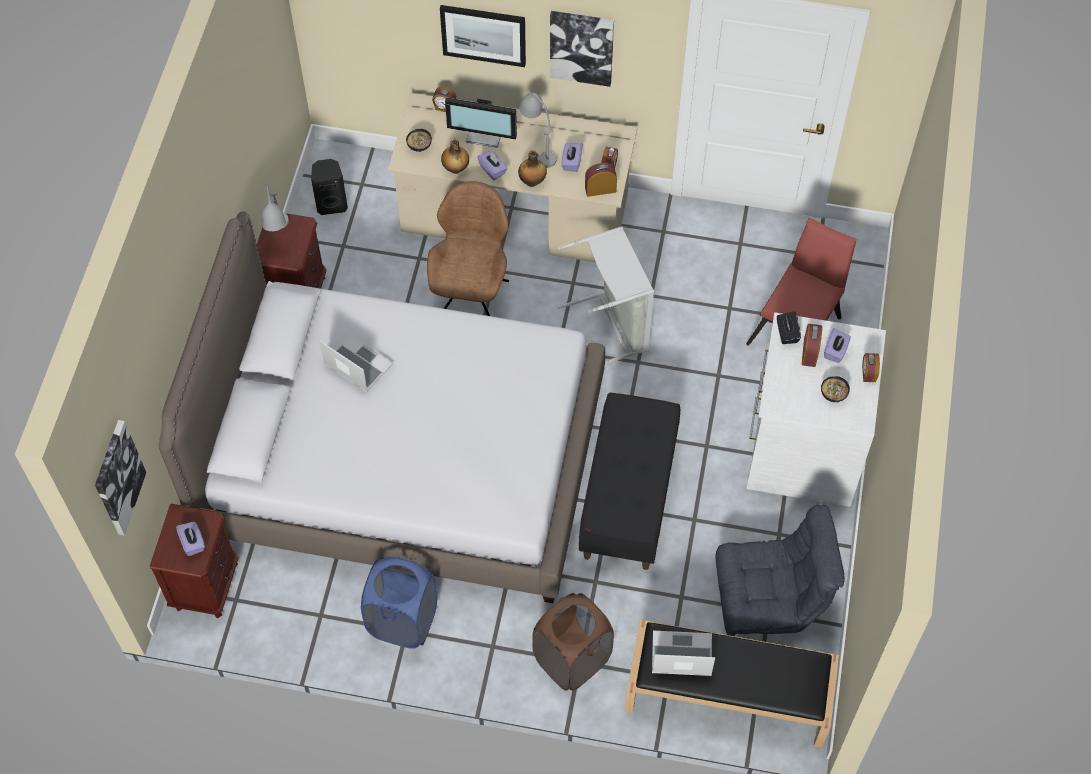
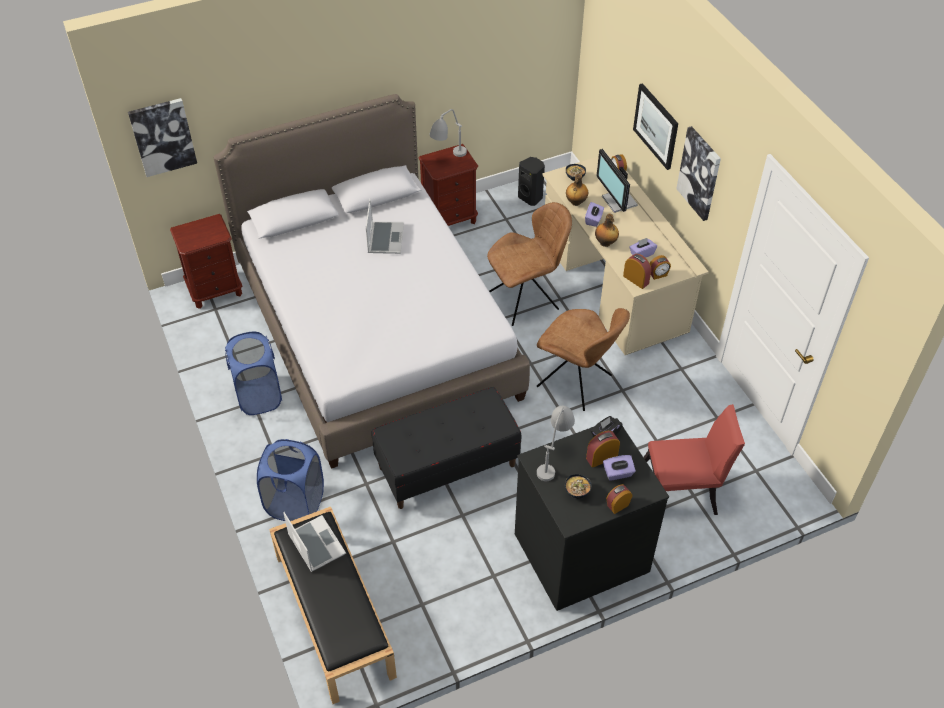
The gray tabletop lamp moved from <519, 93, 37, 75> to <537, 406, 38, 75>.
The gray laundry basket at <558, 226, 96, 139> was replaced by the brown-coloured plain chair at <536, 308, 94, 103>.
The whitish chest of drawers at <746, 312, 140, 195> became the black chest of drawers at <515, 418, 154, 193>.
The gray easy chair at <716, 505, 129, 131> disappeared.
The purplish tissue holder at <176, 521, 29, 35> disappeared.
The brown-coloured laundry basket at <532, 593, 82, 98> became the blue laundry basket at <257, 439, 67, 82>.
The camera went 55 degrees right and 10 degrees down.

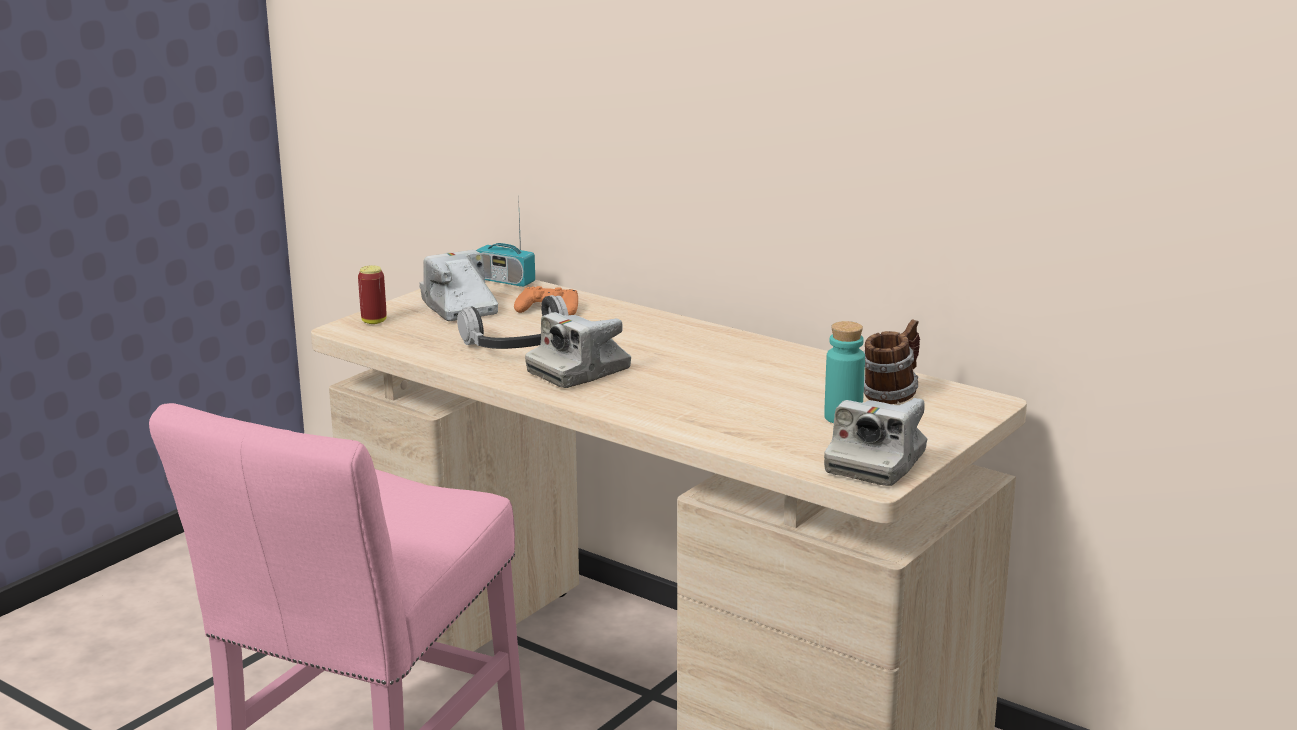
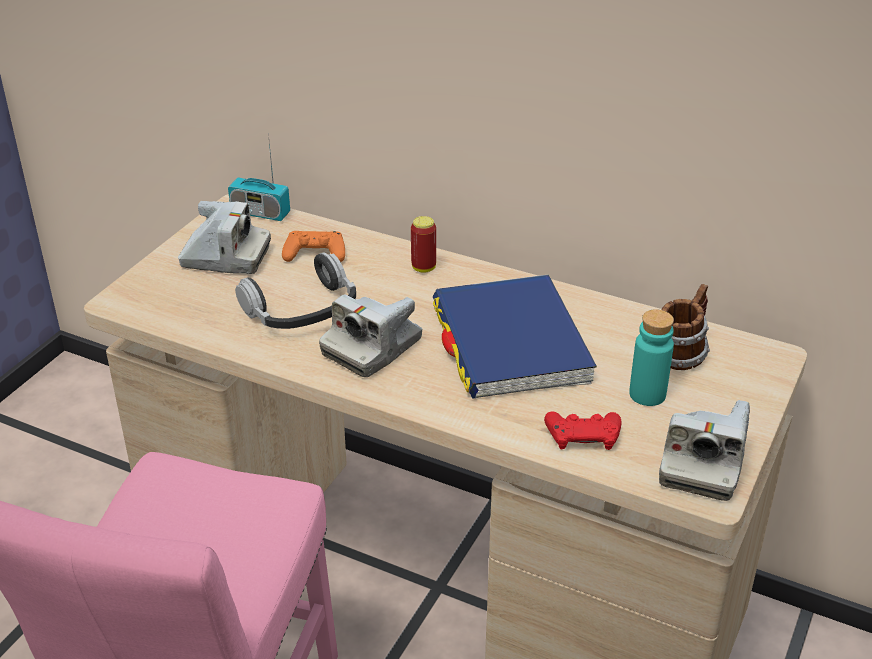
The still camera at <419, 250, 79, 71> turned 135 degrees clockwise.
The can moved from <358, 265, 29, 59> to <411, 216, 25, 56>.
The blue volume at <433, 275, 164, 123> appeared.
The red-coloured gamepad at <544, 411, 78, 39> appeared.
The camera went 10 degrees left and 15 degrees up.

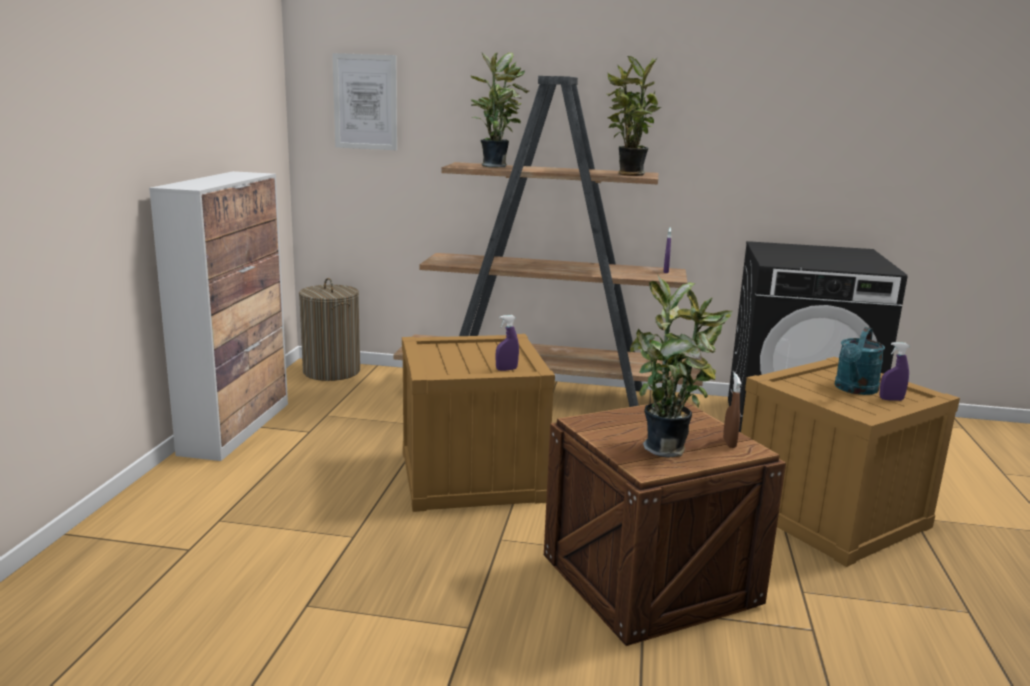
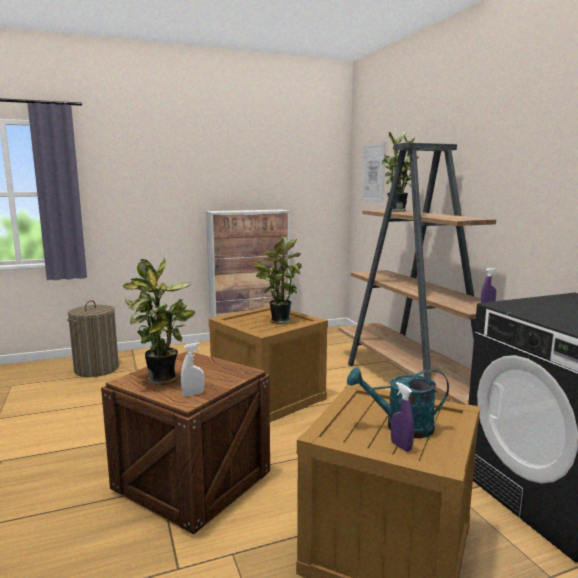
The potted plant moved from <607, 56, 54, 120> to <255, 237, 47, 87>.
The laundry basket moved from <299, 278, 61, 103> to <67, 300, 52, 77>.
The purplish sprayer at <495, 315, 24, 56> disappeared.
The brown-coloured sprayer at <723, 373, 18, 75> became the whitish sprayer at <181, 342, 23, 55>.
The camera went 60 degrees right and 5 degrees down.

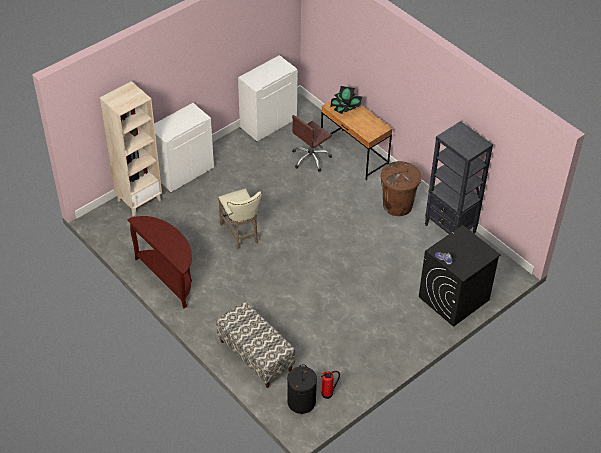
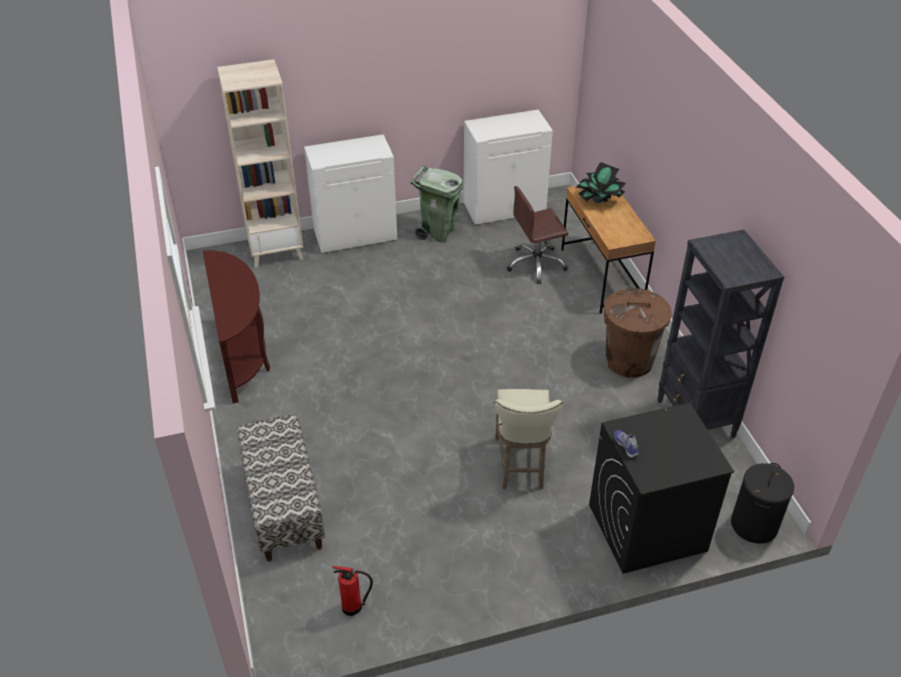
The sand-coloured sitting stool moved from <218, 189, 44, 61> to <494, 389, 69, 100>.
The black laundry basket moved from <287, 364, 30, 50> to <731, 463, 63, 81>.
The green-coloured waste bin at <410, 165, 53, 78> appeared.
The camera went 25 degrees right and 5 degrees down.

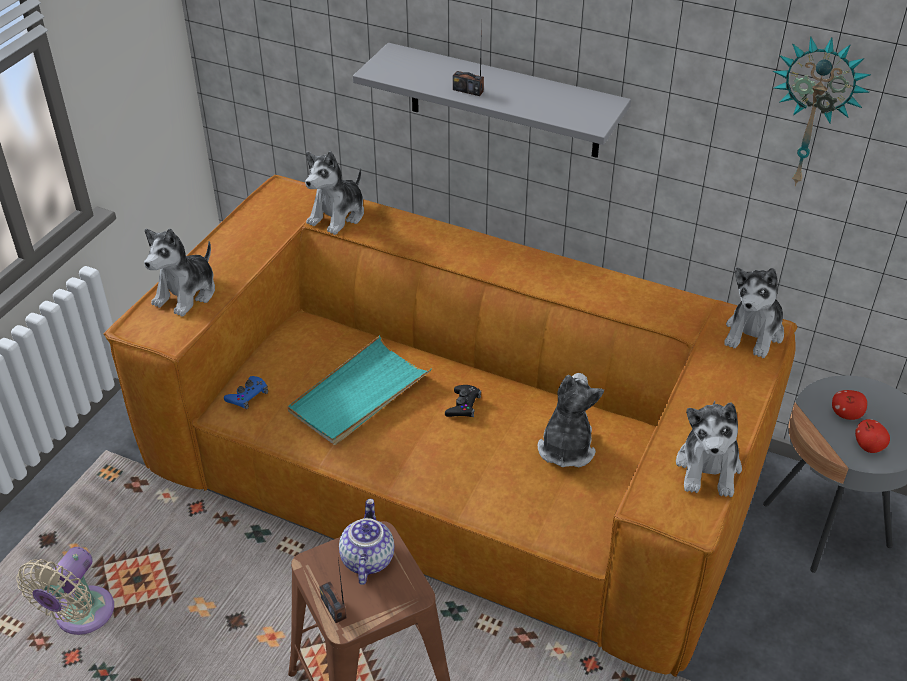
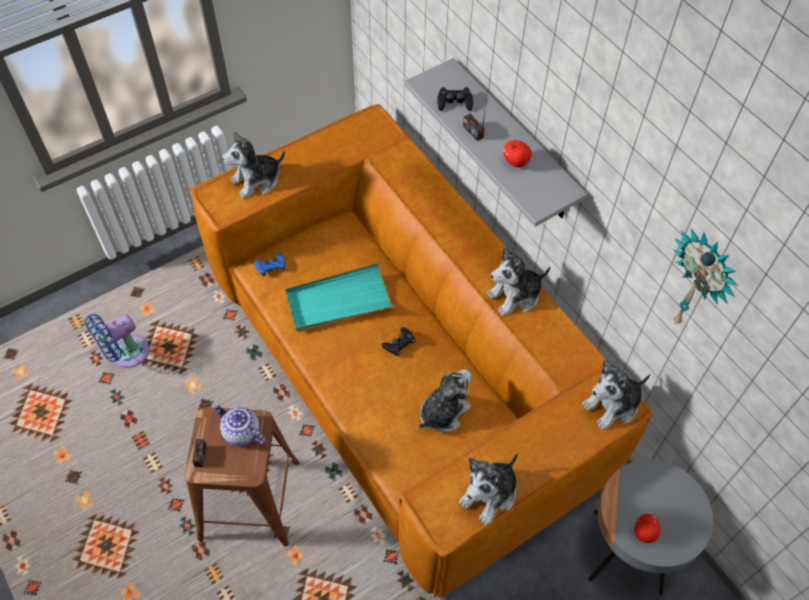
The plush toy moved from <305, 151, 59, 84> to <487, 246, 63, 70>.
The whole apple moved from <832, 390, 35, 30> to <503, 140, 29, 27>.
The teapot at <339, 499, 55, 86> turned 90 degrees counterclockwise.
The sand-coloured fan at <16, 547, 98, 88> became the blue fan at <85, 314, 64, 54>.
The black gamepad at <437, 87, 36, 24> appeared.
The camera went 30 degrees right and 15 degrees up.

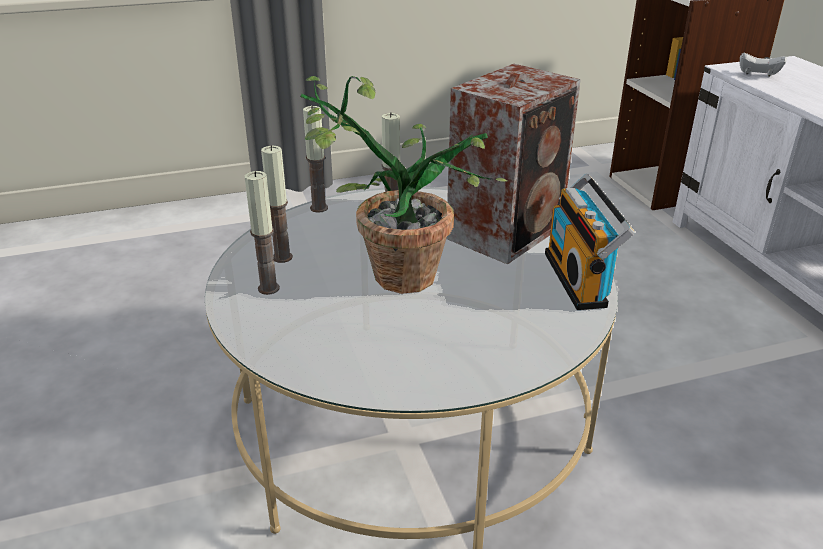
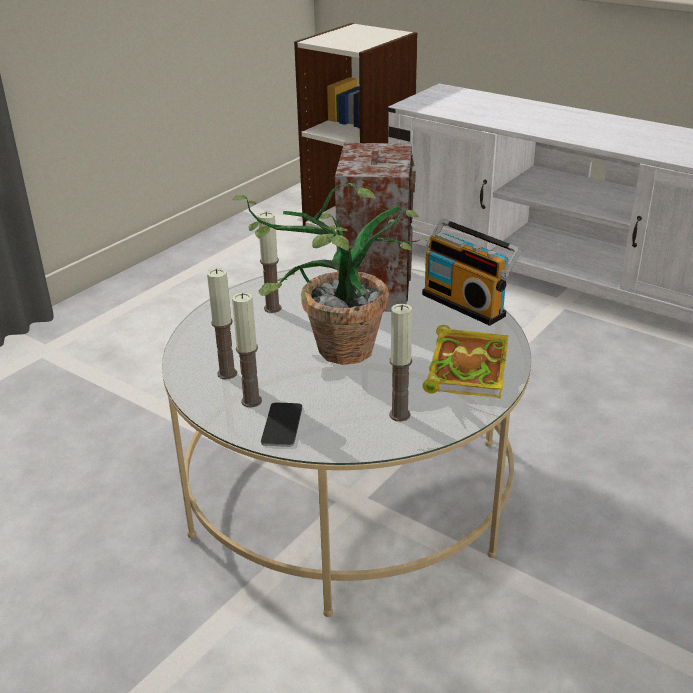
The whitish gamepad at <740, 53, 47, 23> disappeared.
The wax candle moved from <303, 105, 25, 108> to <389, 304, 23, 117>.
The volume at <423, 325, 86, 73> appeared.
The telephone at <261, 402, 42, 45> appeared.
The camera went 35 degrees left and 0 degrees up.

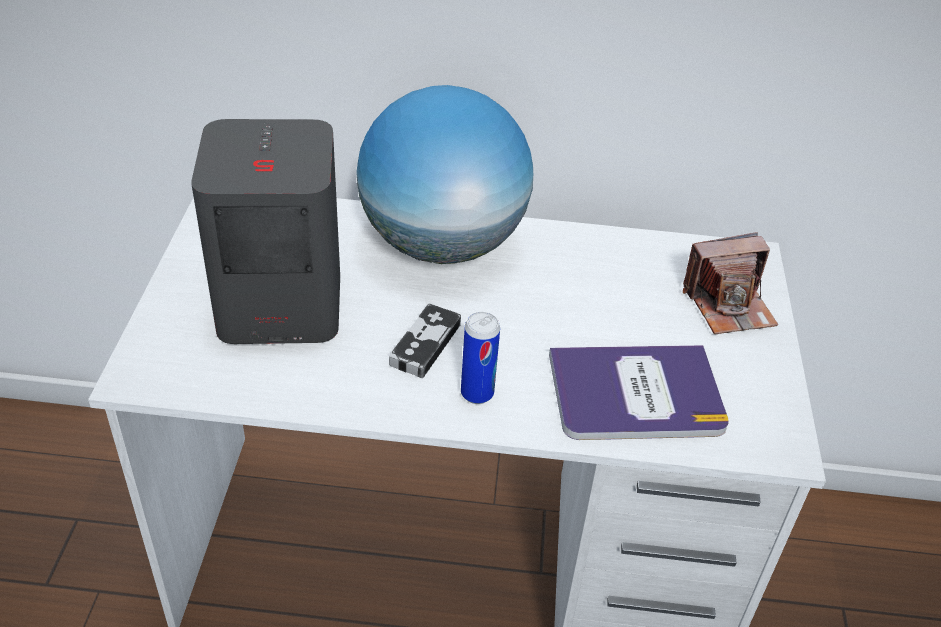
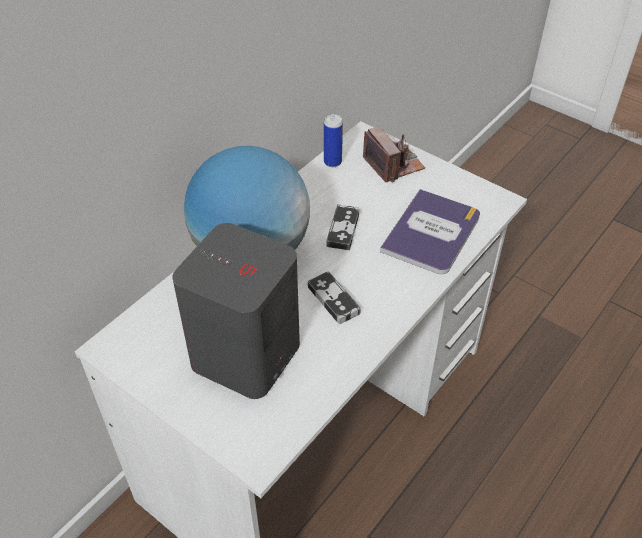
The still camera at <683, 232, 95, 102> turned 45 degrees counterclockwise.
The can moved from <461, 312, 39, 92> to <324, 114, 19, 53>.
The gamepad at <327, 204, 32, 46> appeared.
The camera went 55 degrees left and 5 degrees up.

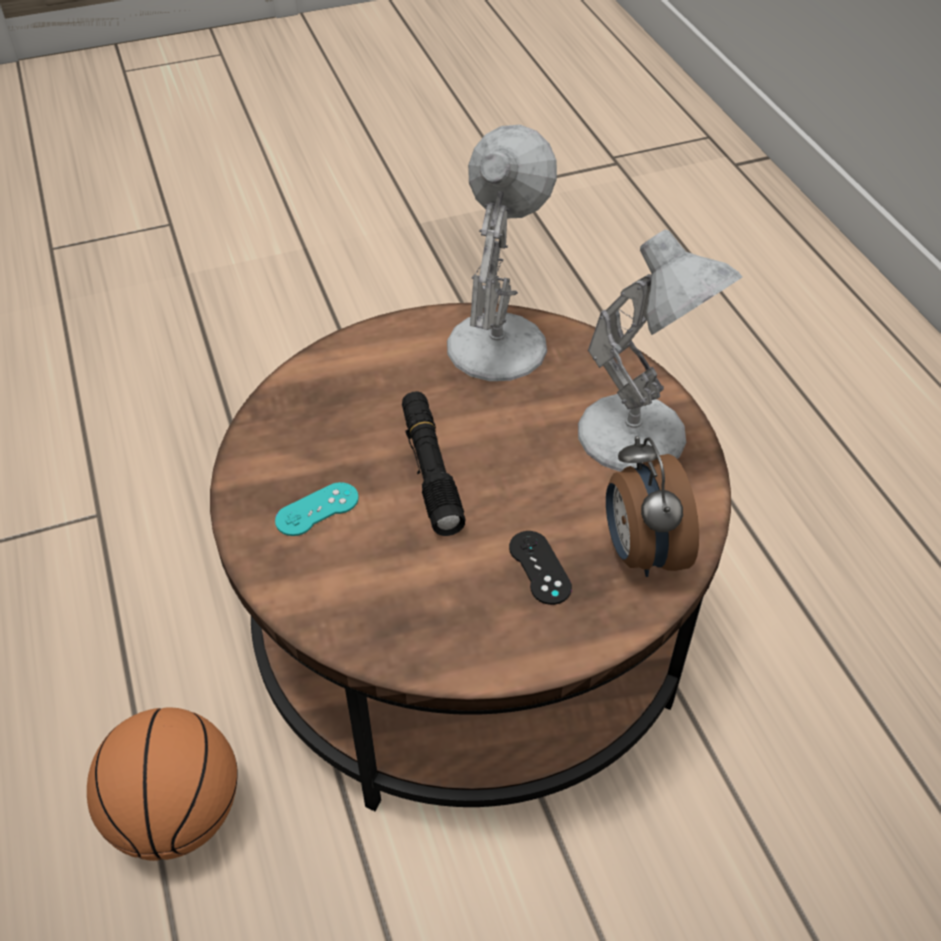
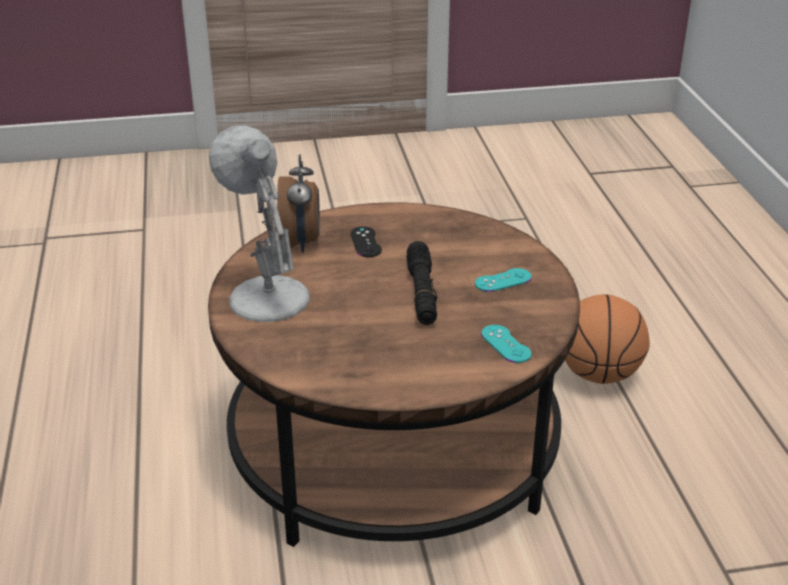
The whitish tabletop lamp at <447, 125, 110, 256> disappeared.
The turquoise-coloured gamepad at <481, 325, 50, 38> appeared.
The camera went 170 degrees left and 15 degrees down.

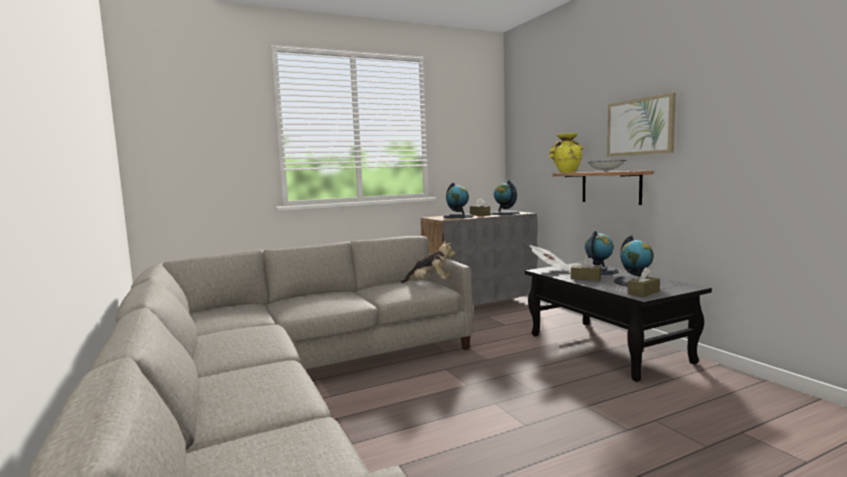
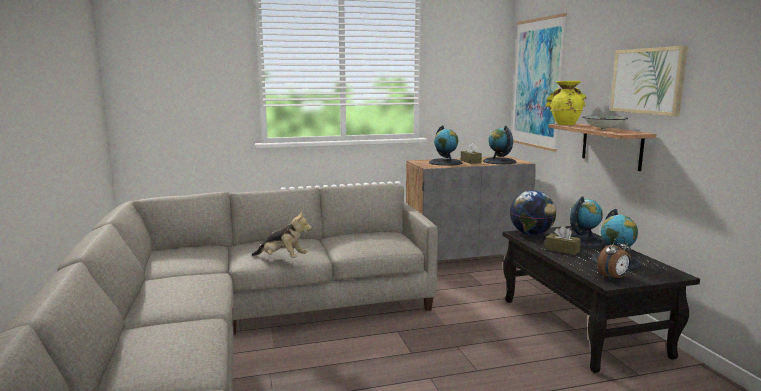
The plush toy moved from <401, 240, 54, 43> to <252, 212, 60, 46>.
The daily paper at <529, 245, 42, 27> was replaced by the desk globe at <510, 190, 46, 45>.
The brown-coloured tissue holder at <628, 267, 32, 30> was replaced by the bedside clock at <597, 236, 34, 44>.
The picture at <512, 13, 55, 139> appeared.
The camera went 10 degrees right and 5 degrees up.

